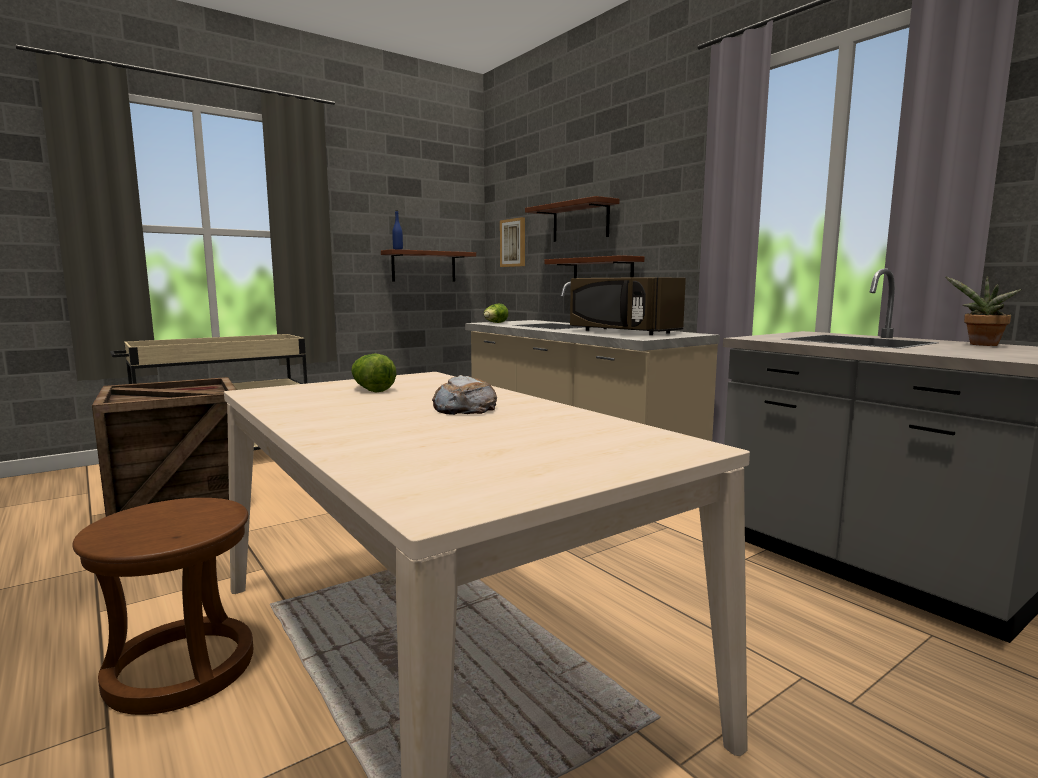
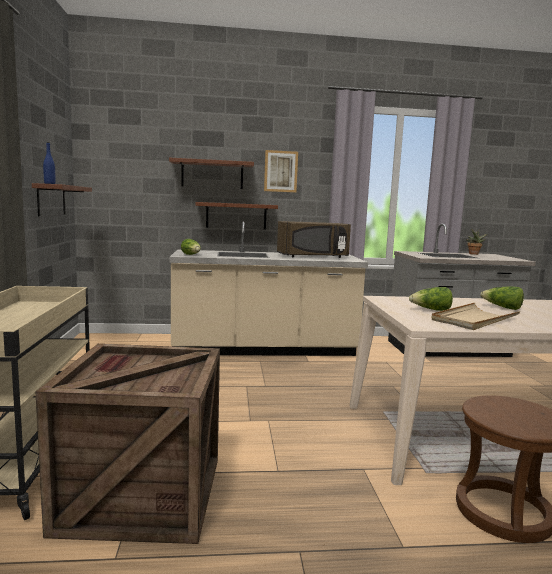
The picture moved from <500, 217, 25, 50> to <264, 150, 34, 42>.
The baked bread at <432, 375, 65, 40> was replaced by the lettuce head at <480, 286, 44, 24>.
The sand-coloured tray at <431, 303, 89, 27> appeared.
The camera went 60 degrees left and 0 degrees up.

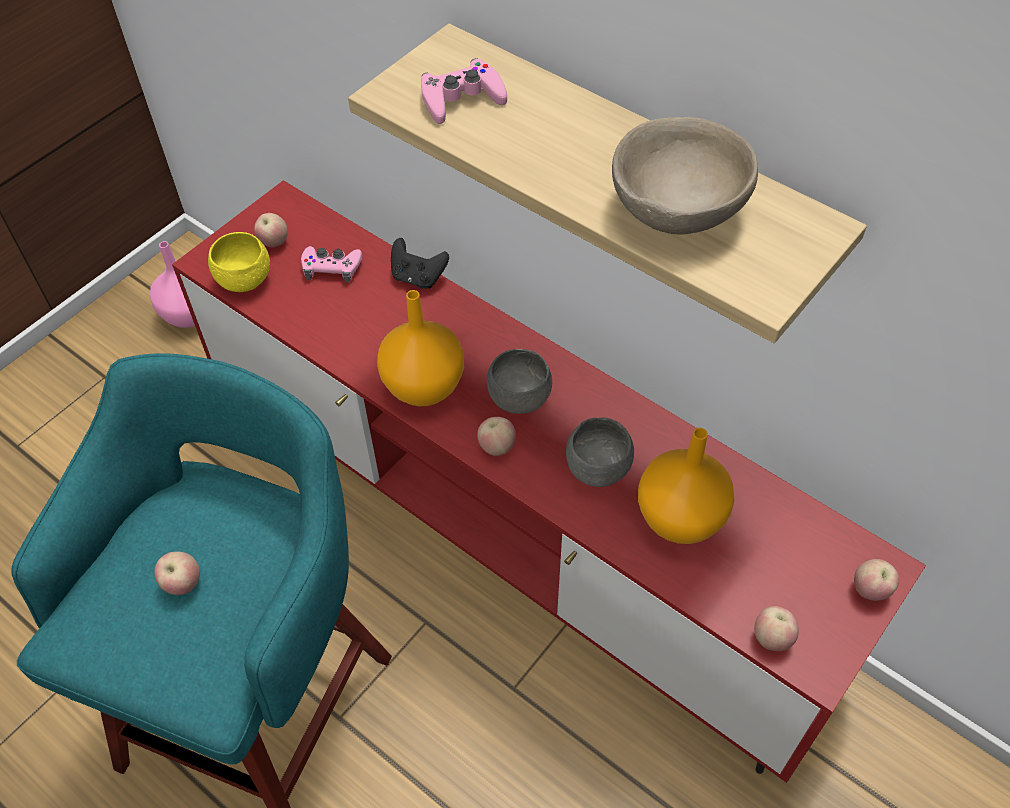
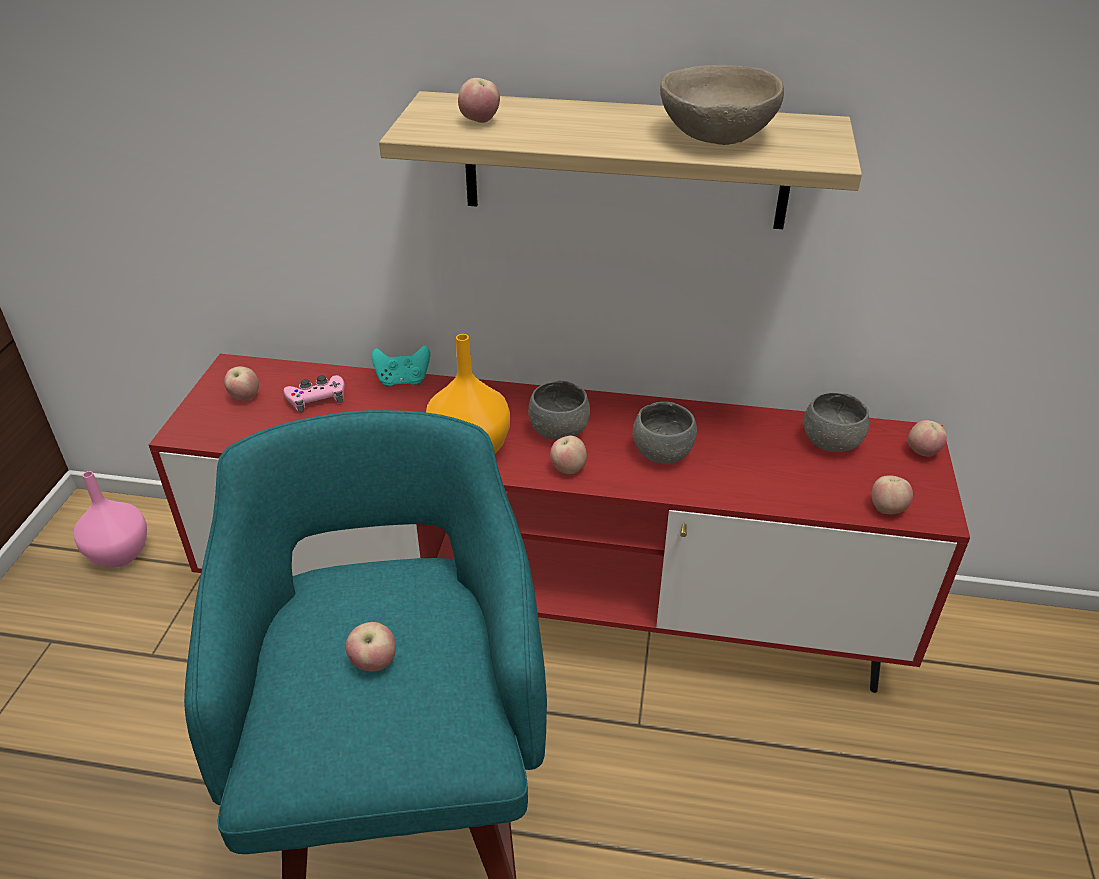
The pink gamepad at <421, 58, 86, 66> was replaced by the whole apple at <458, 78, 42, 45>.
The yellow bowl at <208, 232, 62, 60> disappeared.
The black gamepad at <391, 238, 58, 51> became the turquoise-coloured gamepad at <372, 346, 58, 41>.
The orange-coloured flower vase at <638, 428, 96, 116> disappeared.
The gray bowl at <804, 392, 66, 60> appeared.
The camera went 30 degrees left and 15 degrees down.

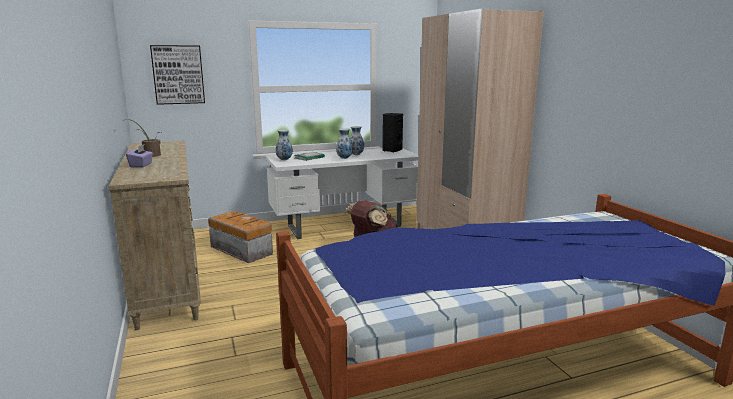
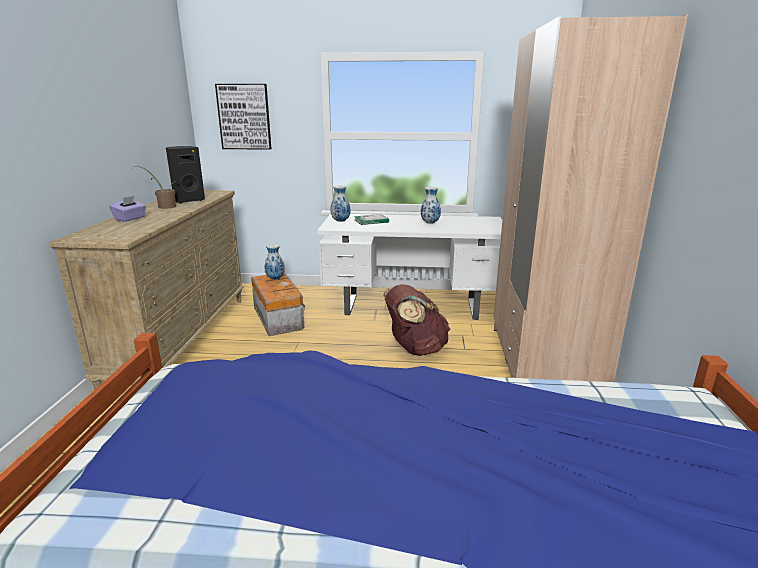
The black audio speaker moved from <382, 113, 21, 40> to <166, 146, 39, 57>.
The flower vase moved from <336, 128, 17, 31> to <265, 244, 20, 36>.
The camera went 25 degrees right and 5 degrees up.

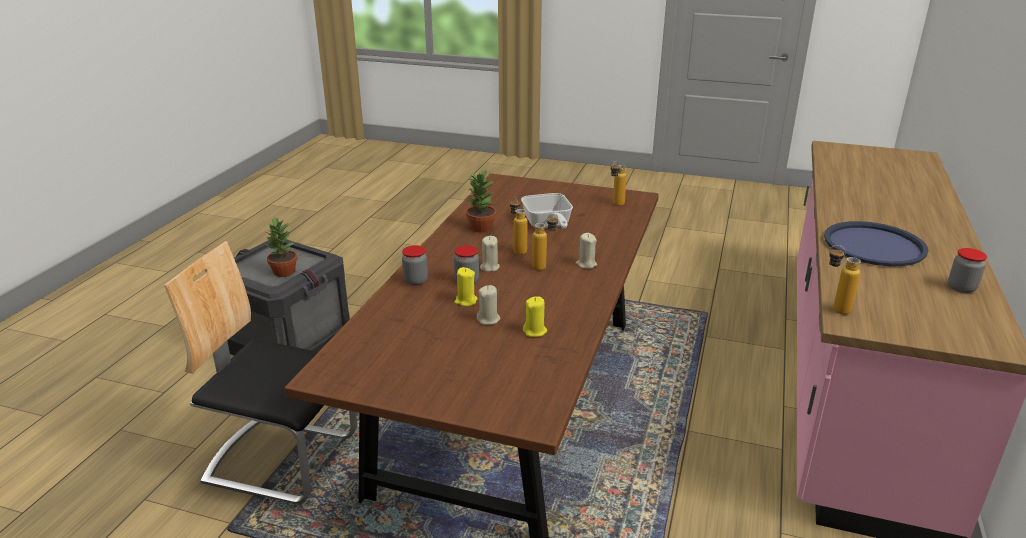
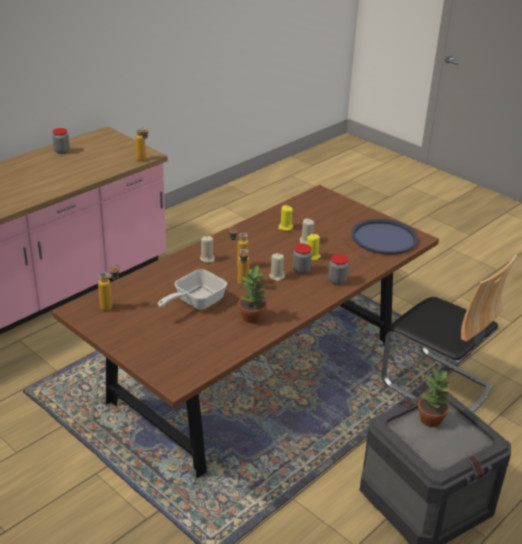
The frying pan at <521, 193, 52, 36> turned 150 degrees counterclockwise.
The blue tray moved from <824, 221, 105, 45> to <351, 219, 67, 36>.
The camera went 155 degrees left and 5 degrees up.

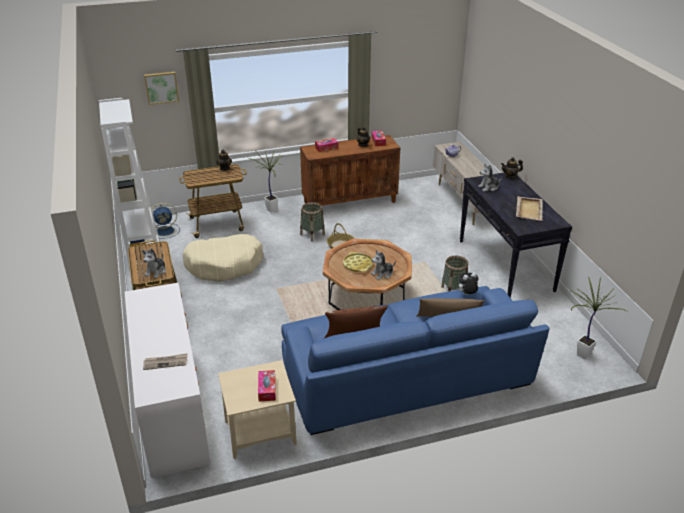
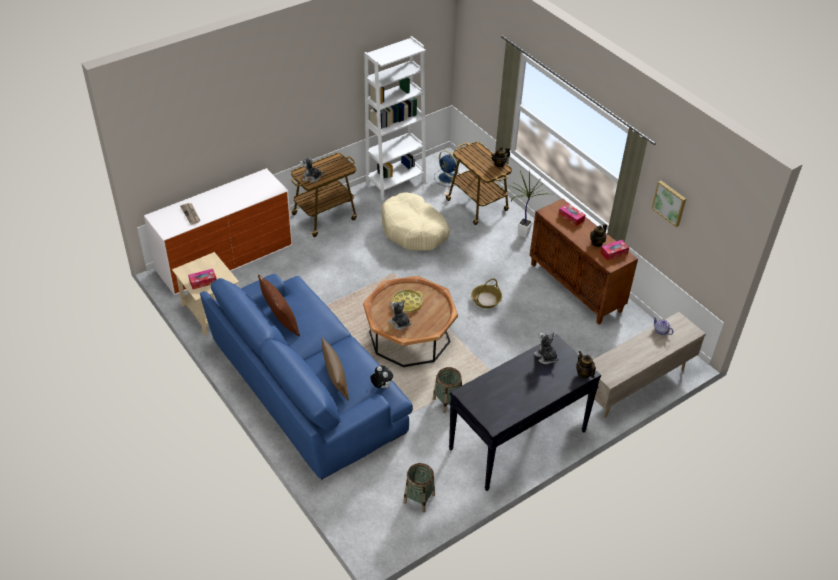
The picture moved from <144, 72, 35, 33> to <651, 181, 35, 46>.
The sand-coloured tray at <516, 196, 27, 25> disappeared.
The household basket moved from <300, 202, 25, 39> to <403, 463, 32, 49>.
The potted plant at <569, 277, 57, 82> disappeared.
The camera went 70 degrees right and 10 degrees up.

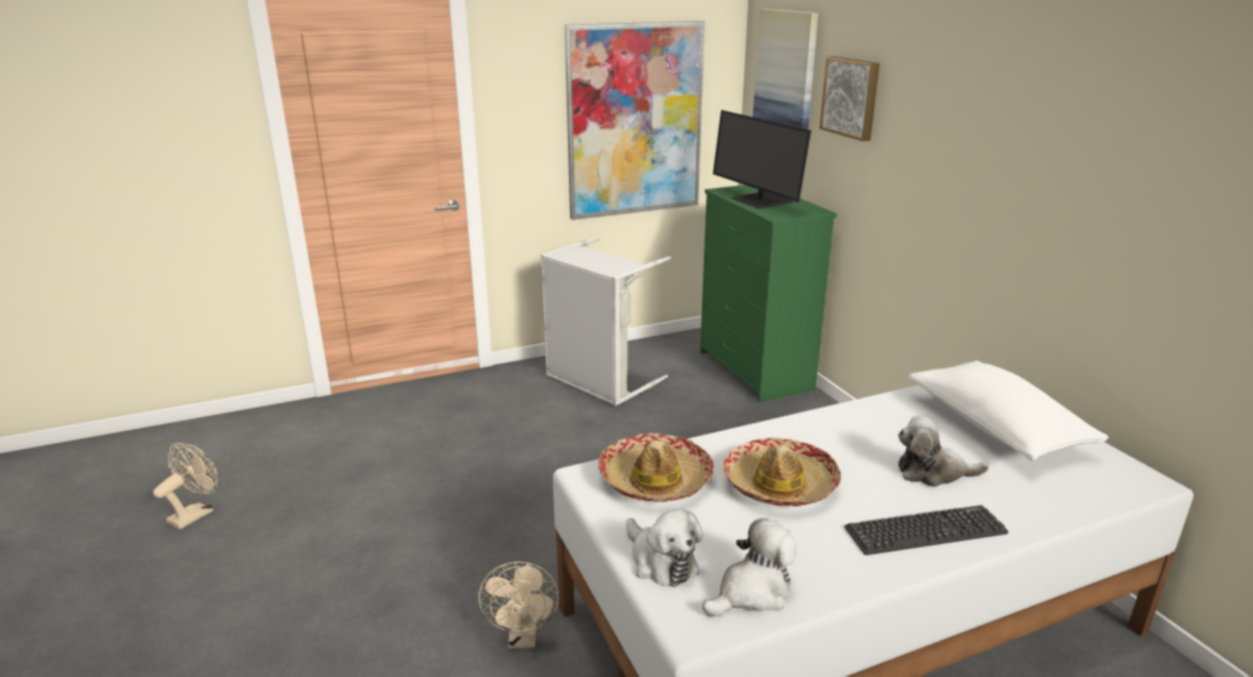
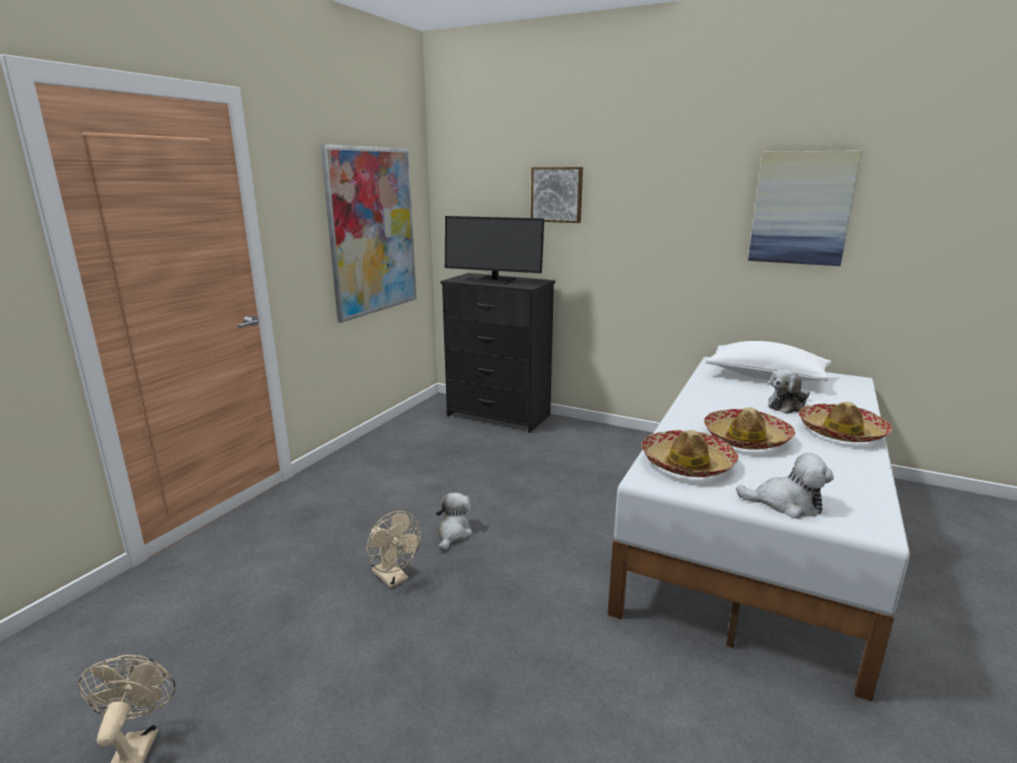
The picture moved from <753, 9, 66, 120> to <748, 150, 114, 116>.
The green-coloured chest of drawers at <700, 185, 137, 218> became the black chest of drawers at <440, 273, 115, 160>.
The gray laundry basket at <541, 237, 130, 169> disappeared.
The computer keyboard at <844, 505, 164, 50> was replaced by the clothing hat at <798, 402, 94, 40>.
The plush toy moved from <702, 518, 95, 99> to <436, 493, 36, 58>.
The sand-coloured fan moved from <478, 562, 81, 86> to <367, 511, 54, 77>.
The camera went 40 degrees left and 5 degrees down.

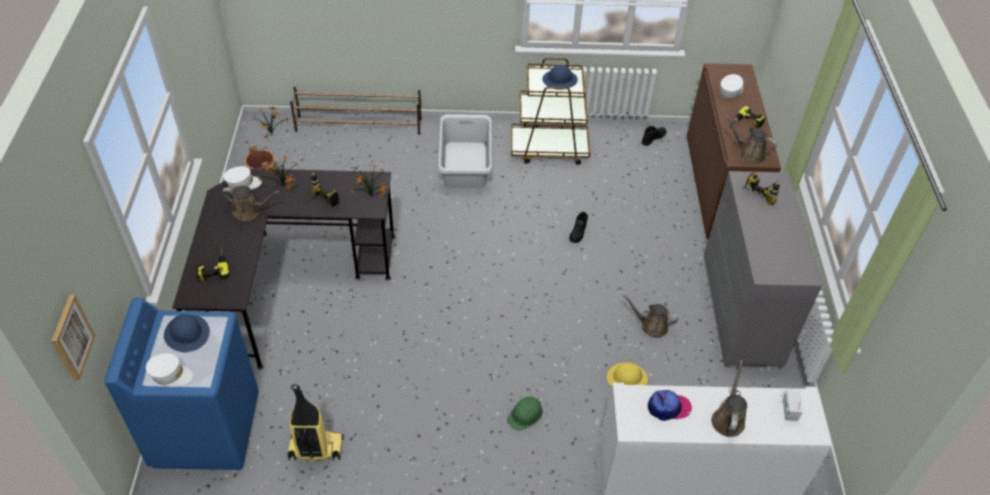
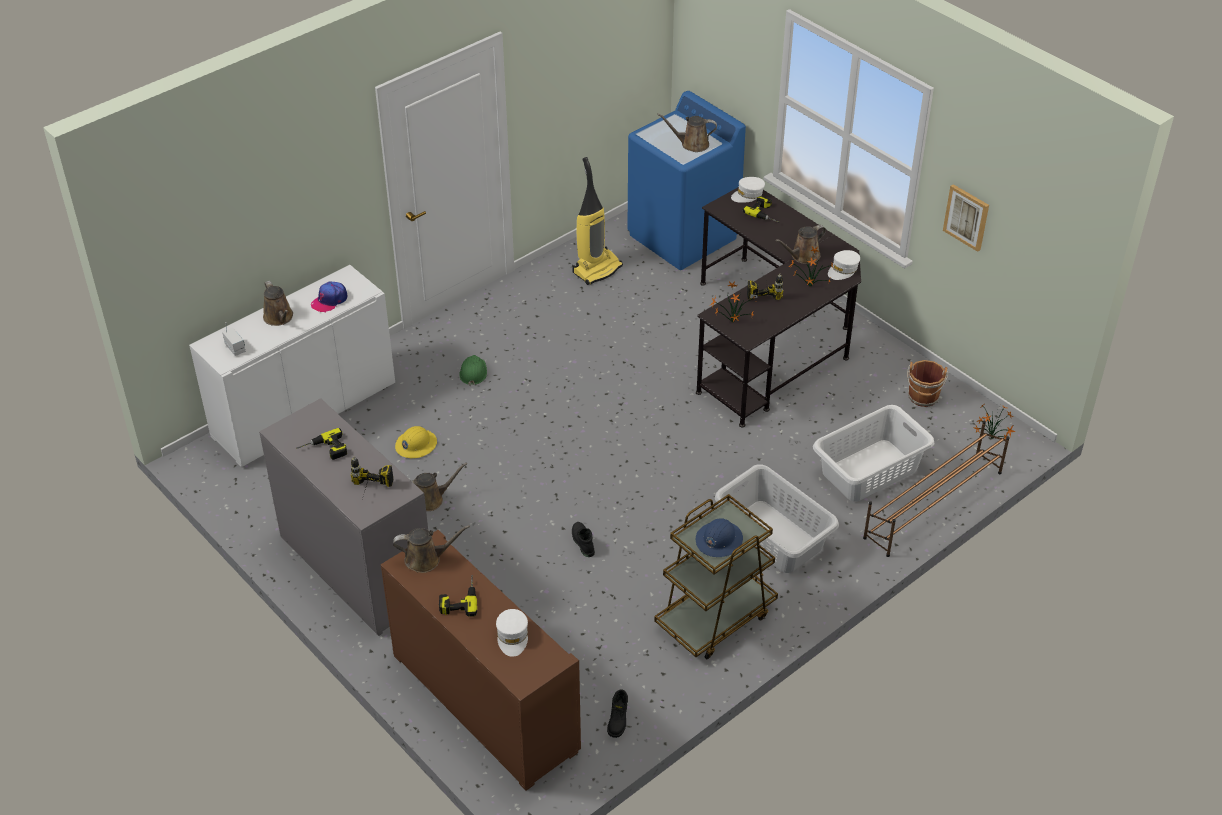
The picture moved from <51, 295, 44, 85> to <943, 184, 46, 68>.
The blue safety helmet at <164, 314, 46, 38> was replaced by the brown-coloured watering can at <657, 113, 60, 39>.
The whitish cap moved from <146, 353, 47, 34> to <731, 177, 34, 26>.
The whitish laundry basket at <813, 405, 121, 97> appeared.
The power drill at <296, 428, 51, 32> appeared.
The camera went 140 degrees right and 5 degrees down.

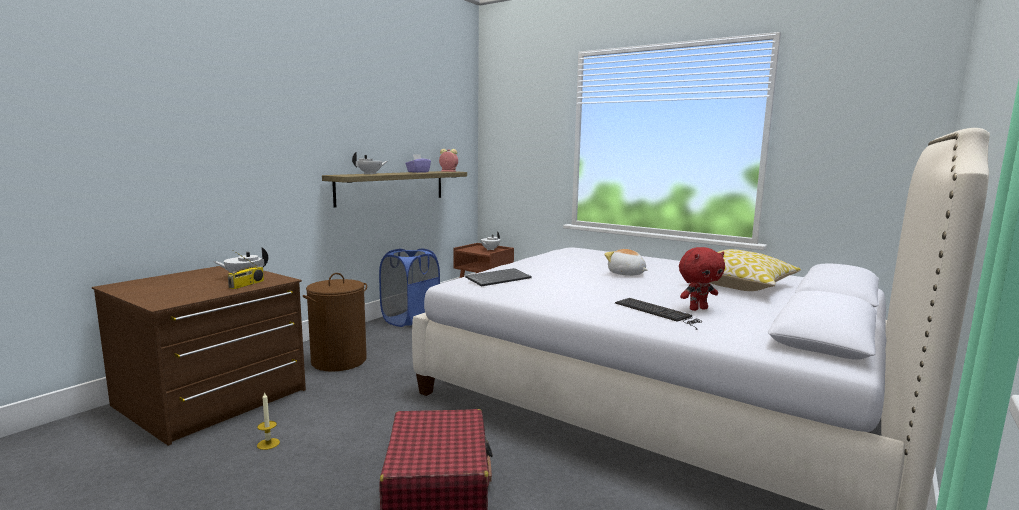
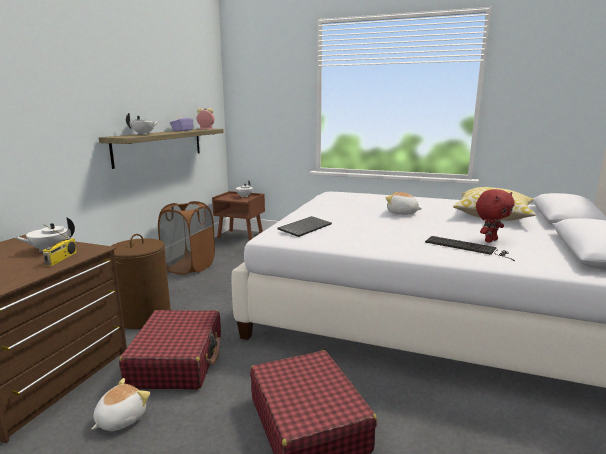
The blue laundry basket at <379, 249, 61, 78> became the brown-coloured laundry basket at <158, 201, 57, 74>.
The wax candle at <257, 392, 23, 58> was replaced by the plush toy at <92, 378, 58, 53>.
The red-coloured suitcase at <119, 310, 102, 80> appeared.
The camera went 15 degrees left and 5 degrees up.

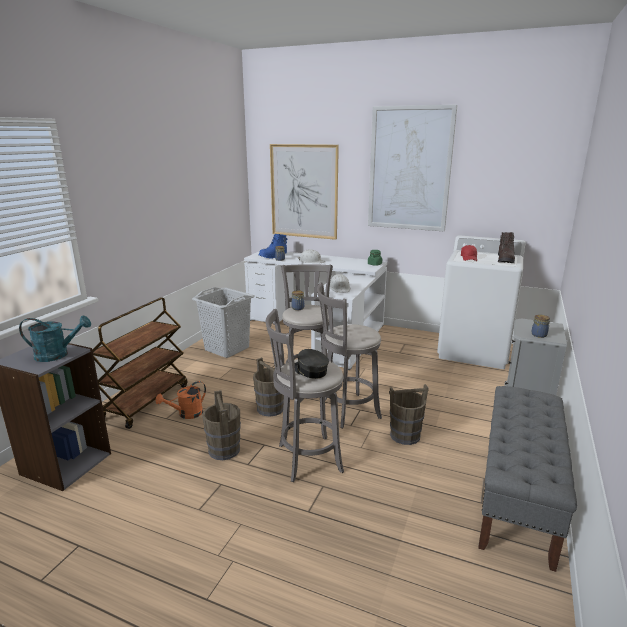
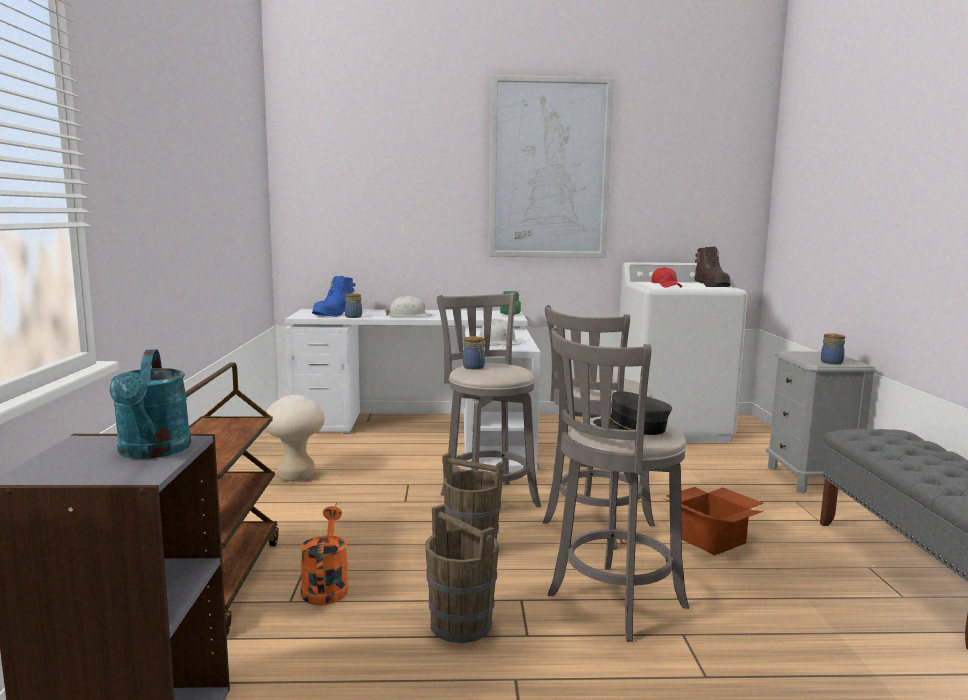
The picture at <270, 144, 69, 96> disappeared.
The gray laundry basket at <192, 287, 62, 71> was replaced by the sand-coloured sitting stool at <265, 395, 60, 86>.
The turquoise-coloured watering can at <19, 316, 72, 46> turned 105 degrees clockwise.
The orange-coloured watering can at <155, 381, 51, 38> turned 150 degrees clockwise.
The brown-coloured water bucket at <389, 384, 40, 61> was replaced by the packing box at <664, 487, 99, 68>.
The camera went 25 degrees left and 10 degrees down.

